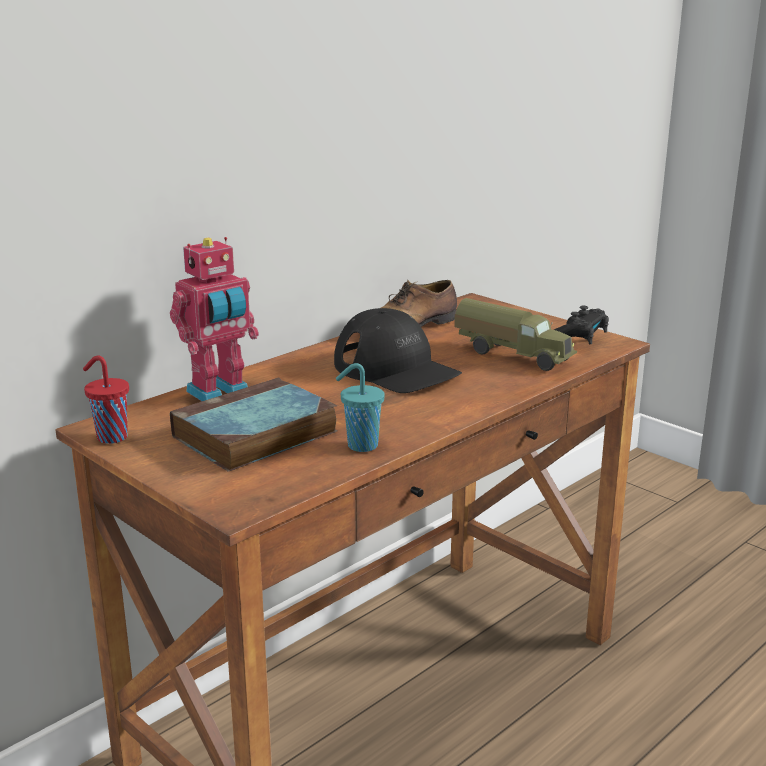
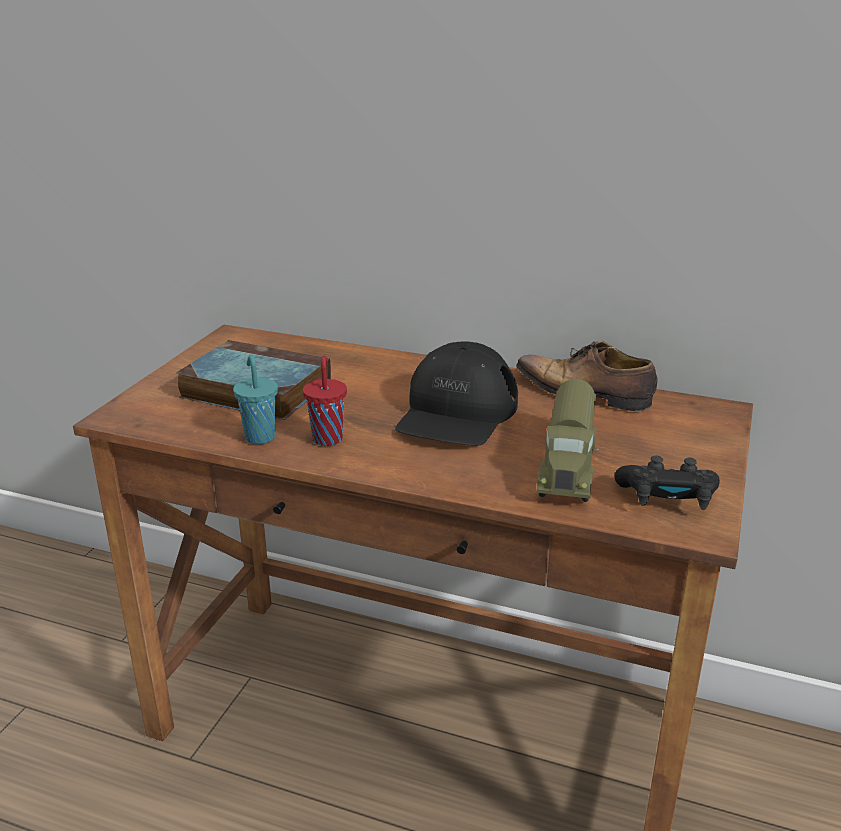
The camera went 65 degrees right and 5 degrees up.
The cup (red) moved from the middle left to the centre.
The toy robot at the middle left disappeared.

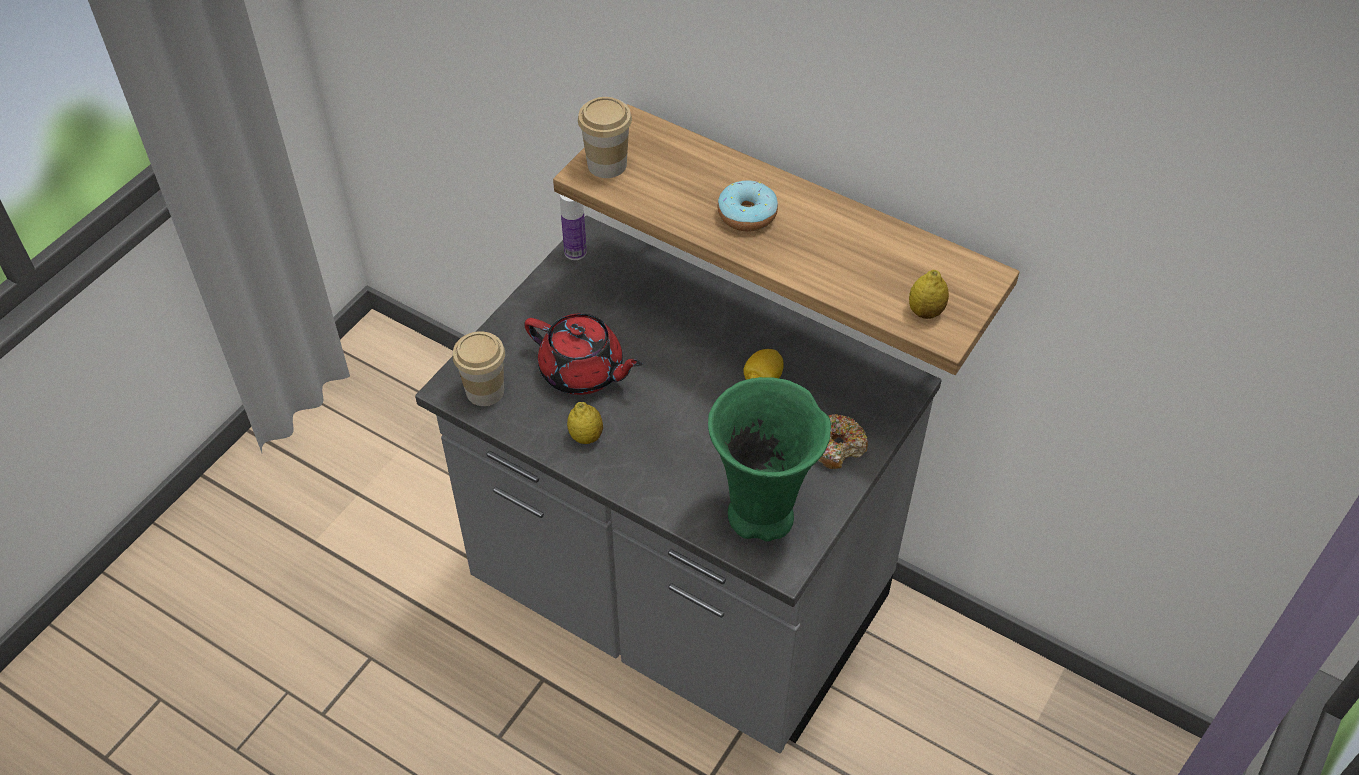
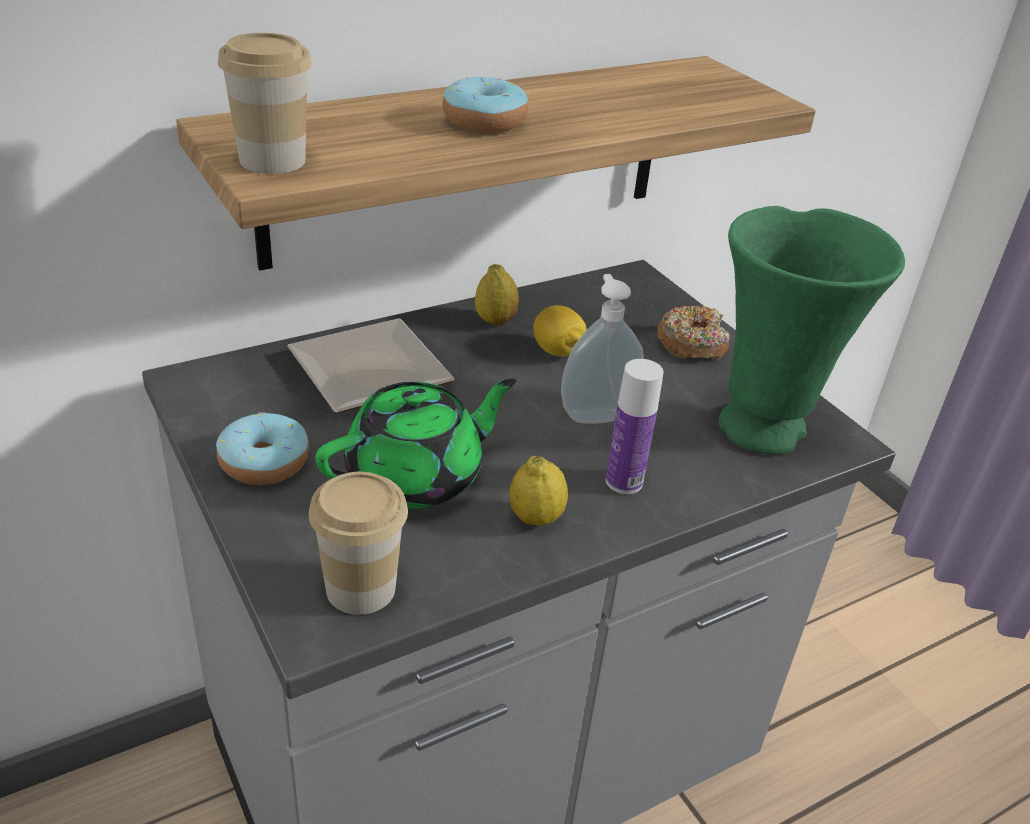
The camera went 65 degrees left and 15 degrees down.
The donut (no. 1 from left) at the middle left appeared.
The plate at the centre appeared.
The teapot (red) at the centre became the teapot (green) at the centre.
The lemon (no. 3 from left in the first image) moved from the middle right to the centre.
The soap dispenser at the centre appeared.
The bottle moved from the top centre to the centre.

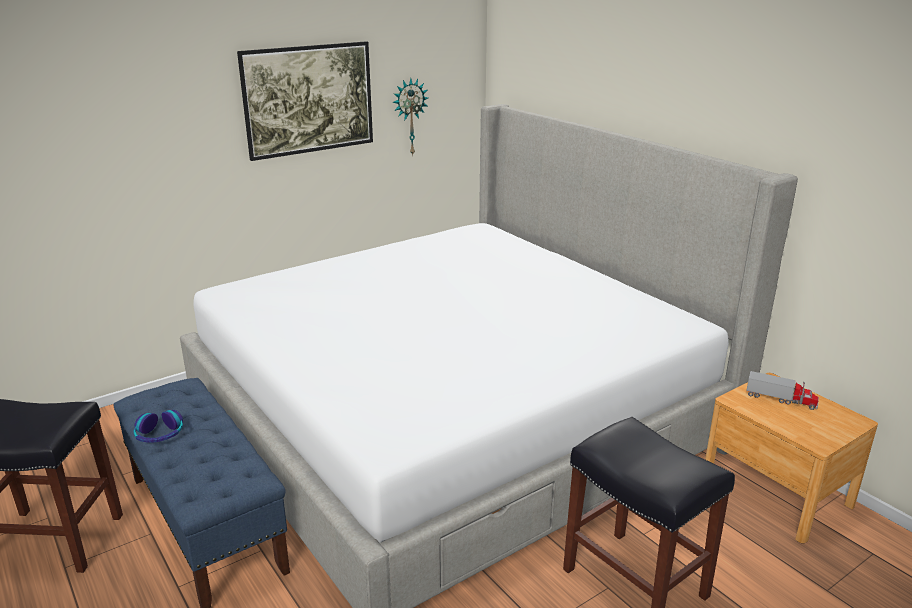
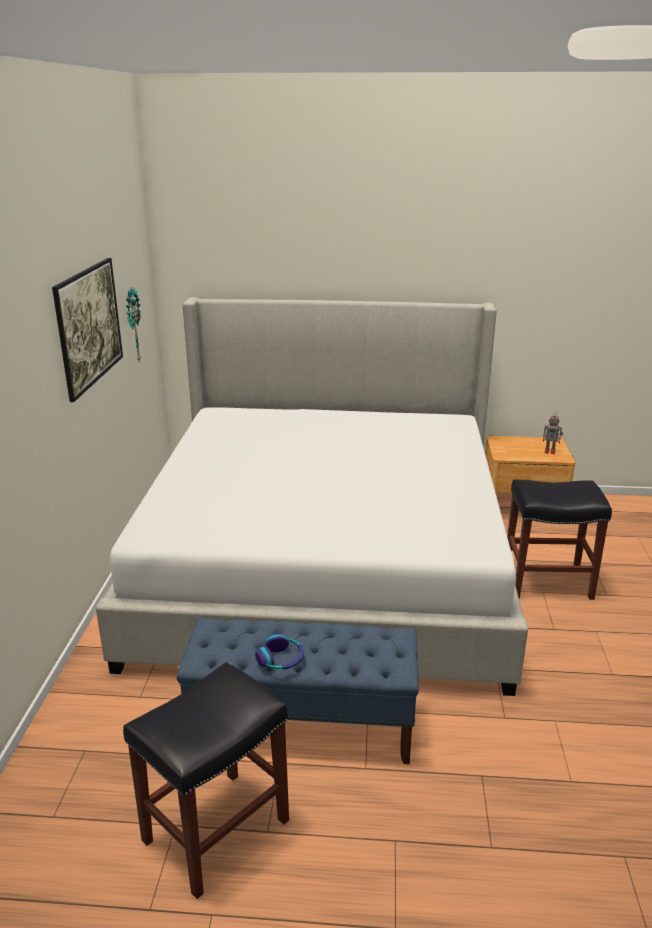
The camera went 50 degrees left and 0 degrees up.
The toy robot at the middle right appeared.
The toy truck at the middle right disappeared.

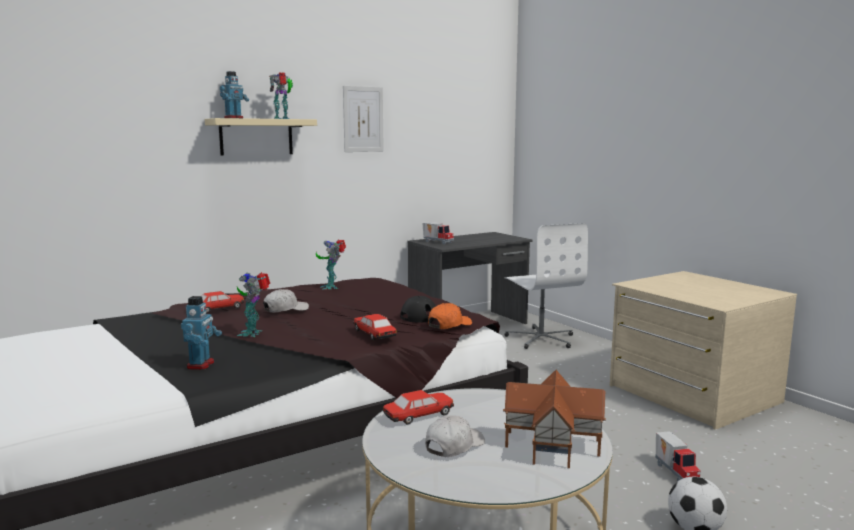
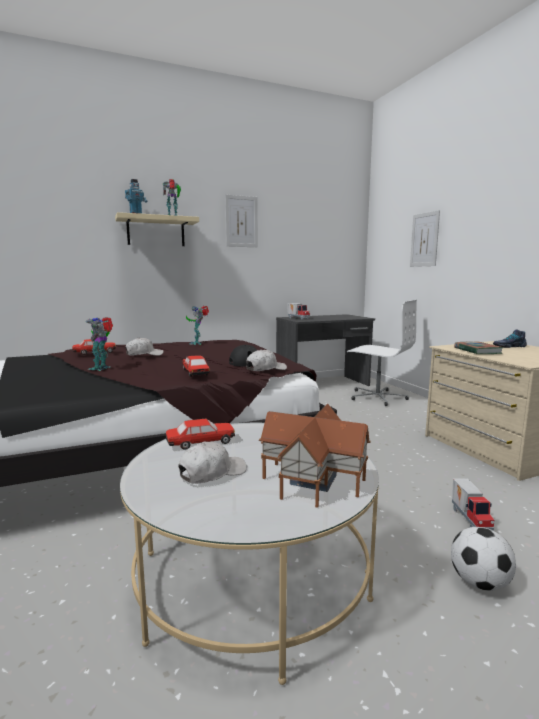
The camera went 10 degrees right and 0 degrees up.
The cap (orange) at the centre became the cap (white) (no. 3 from left) at the centre.
The office chair (white) at the centre turned 45 degrees counterclockwise.
The picture (no. 2 from left) at the top right appeared.
The book at the middle right appeared.
The shoe at the middle right appeared.
The toy robot (no. 1 from left) at the middle left disappeared.

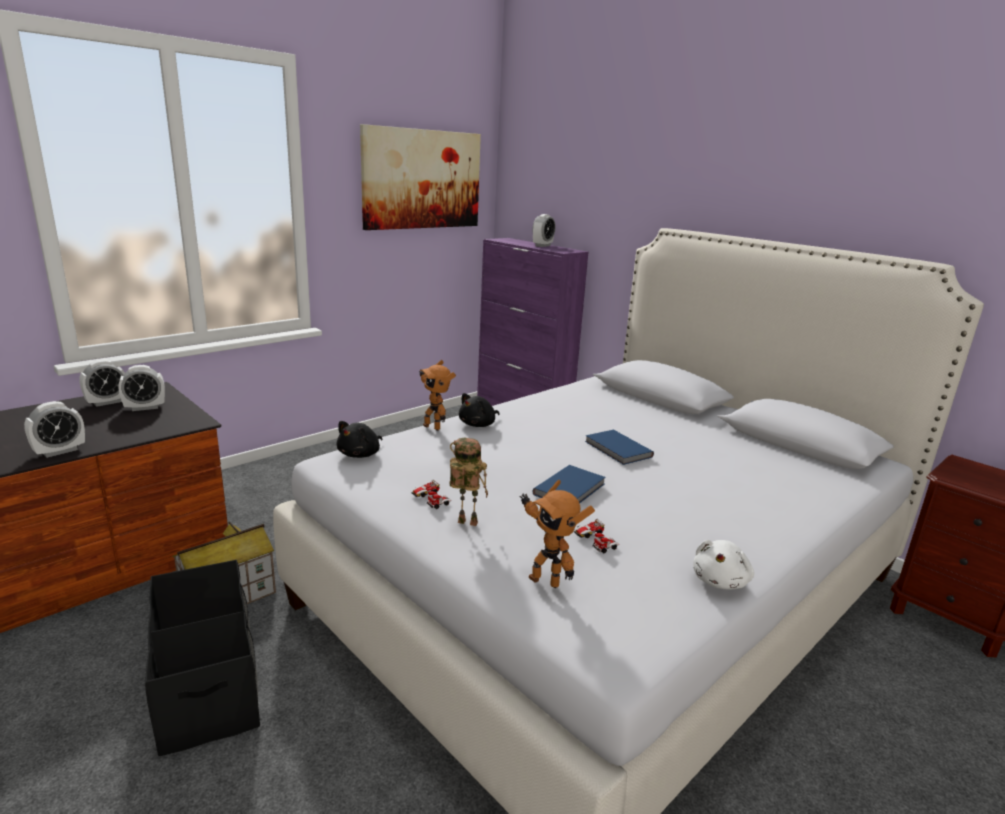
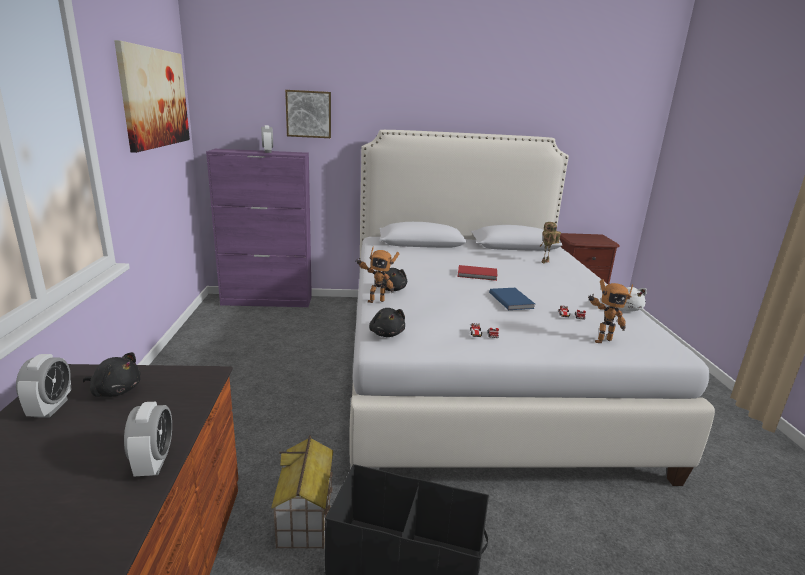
The camera went 50 degrees left and 0 degrees up.
The alarm clock (no. 3 from left) at the middle left was replaced by the plush toy (black) (no. 1 from left) at the middle left.
The picture (no. 2 from left) at the top centre appeared.
The book (blue) (no. 2 from left) at the centre became the book (red) at the centre.
The toy robot (no. 2 from left) moved from the centre to the middle right.

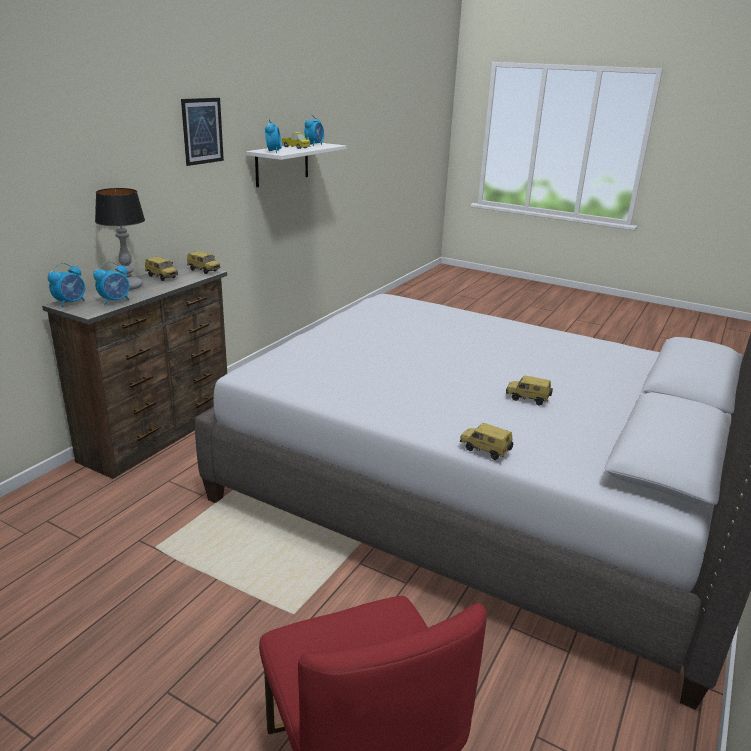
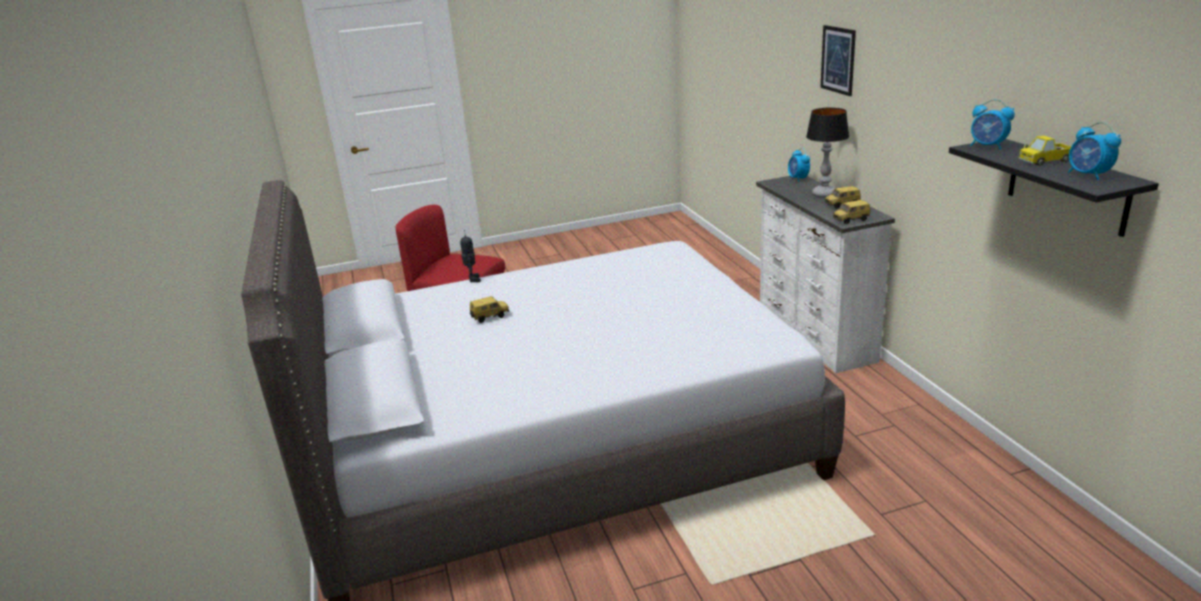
The camera went 135 degrees right and 0 degrees up.
The toy car (no. 3 from left) at the centre was replaced by the toy robot at the centre.
The dresser (brown) at the middle left became the dresser (white) at the middle right.
The picture moved from the top left to the top right.
The shelf (white) at the top centre became the shelf (black) at the top right.
The alarm clock (no. 2 from left) at the middle left disappeared.

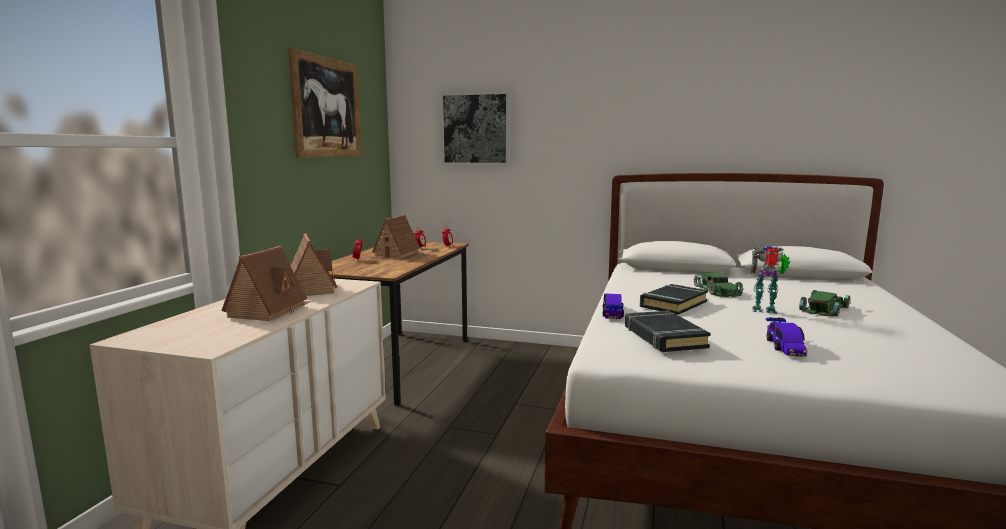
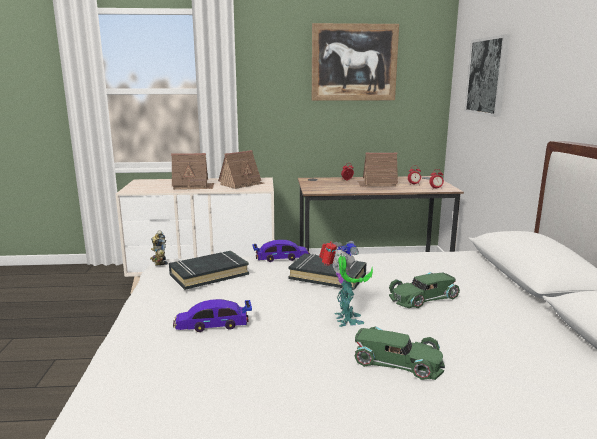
The camera went 70 degrees right and 5 degrees up.
The toy robot (no. 1 from left) at the middle left appeared.

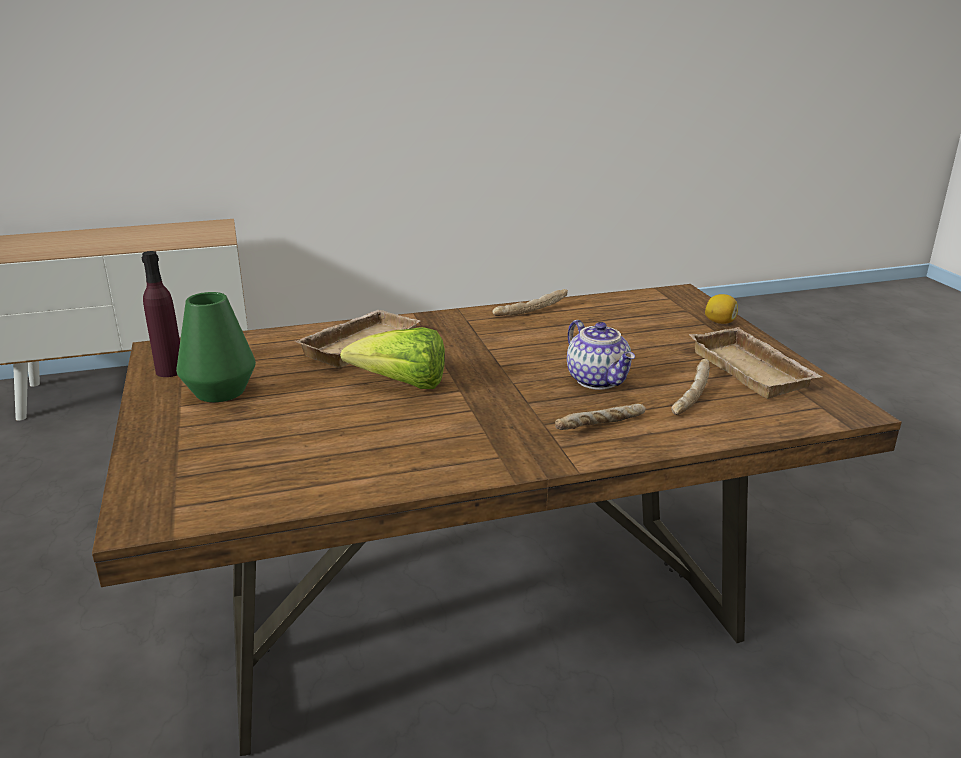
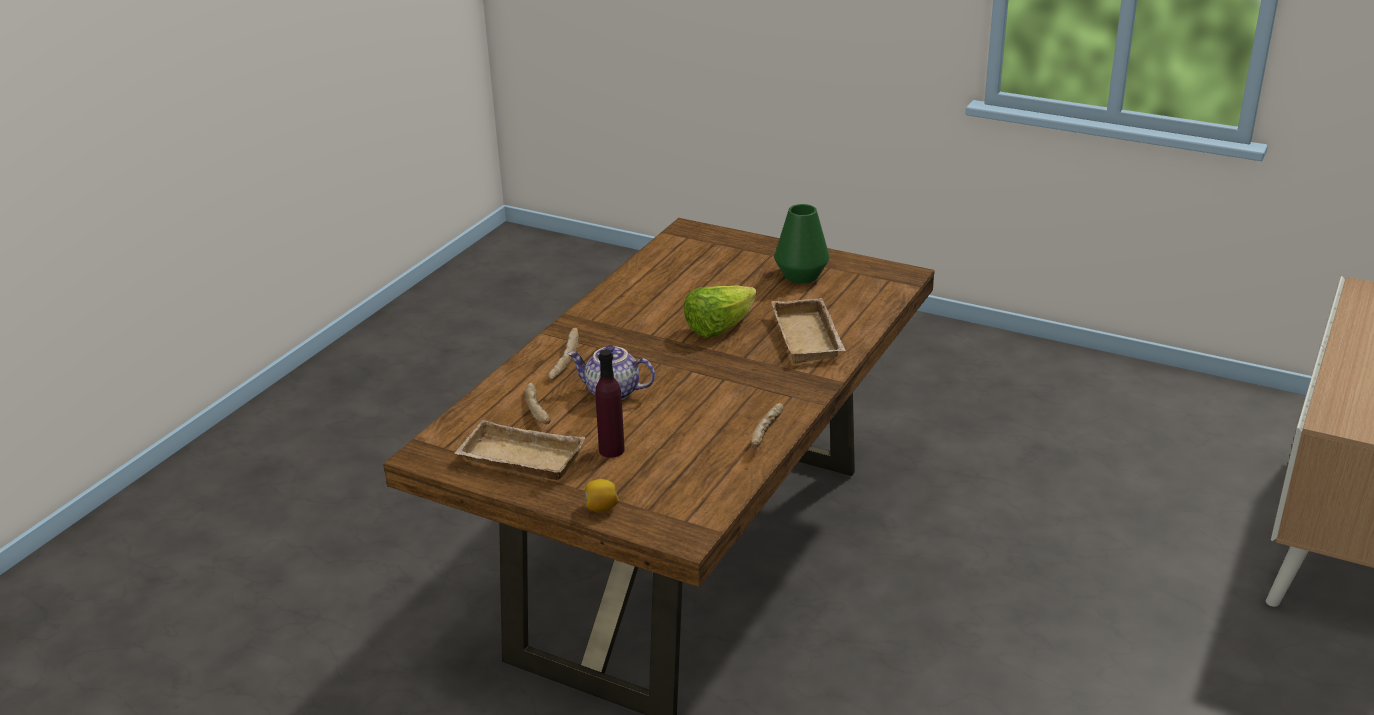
The camera went 135 degrees right and 5 degrees up.
The bottle (purple) moved from the middle left to the centre.

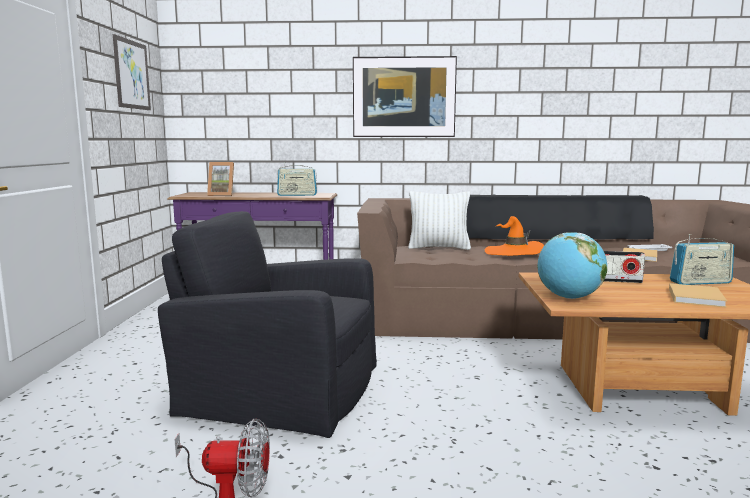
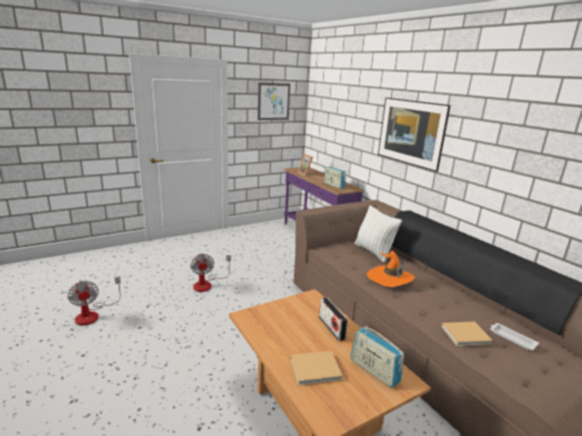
The camera went 55 degrees right and 10 degrees up.
The armchair (black) at the centre was replaced by the fan (no. 2 from left) at the centre.
The globe at the middle right disappeared.

